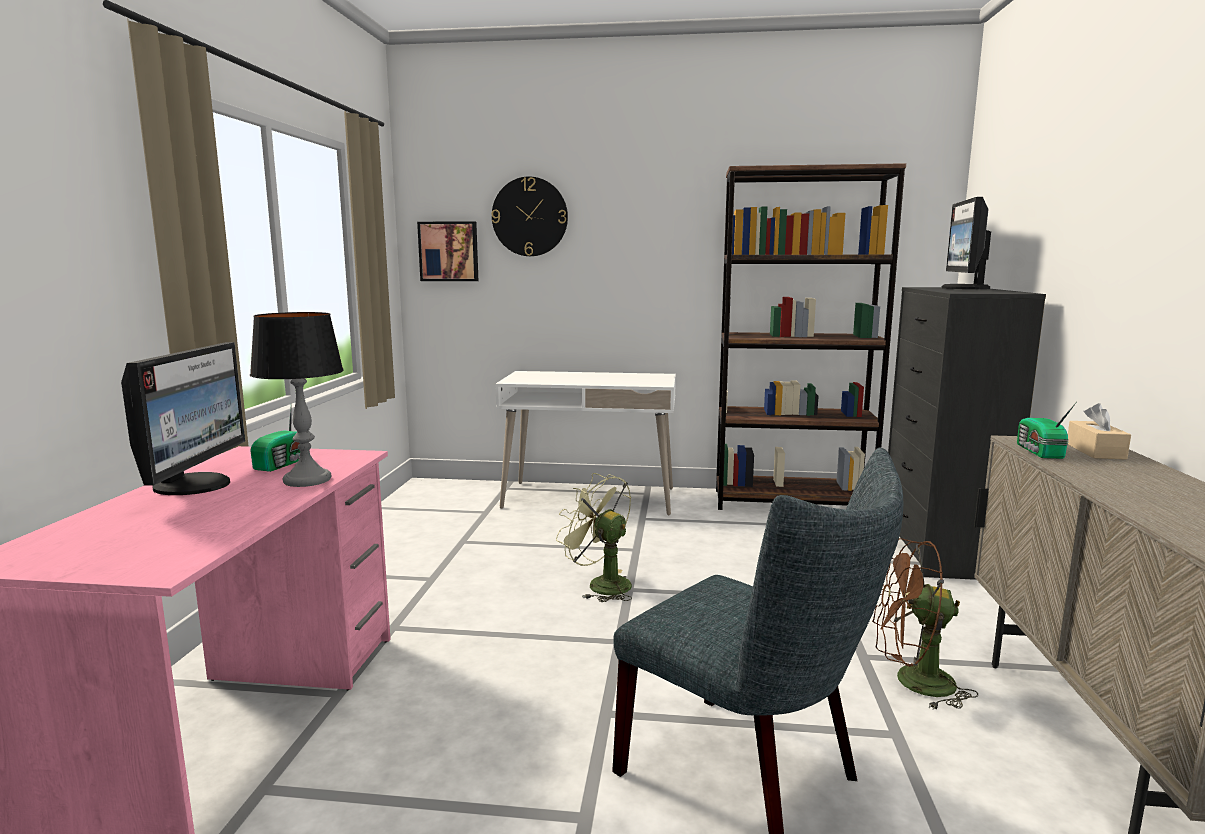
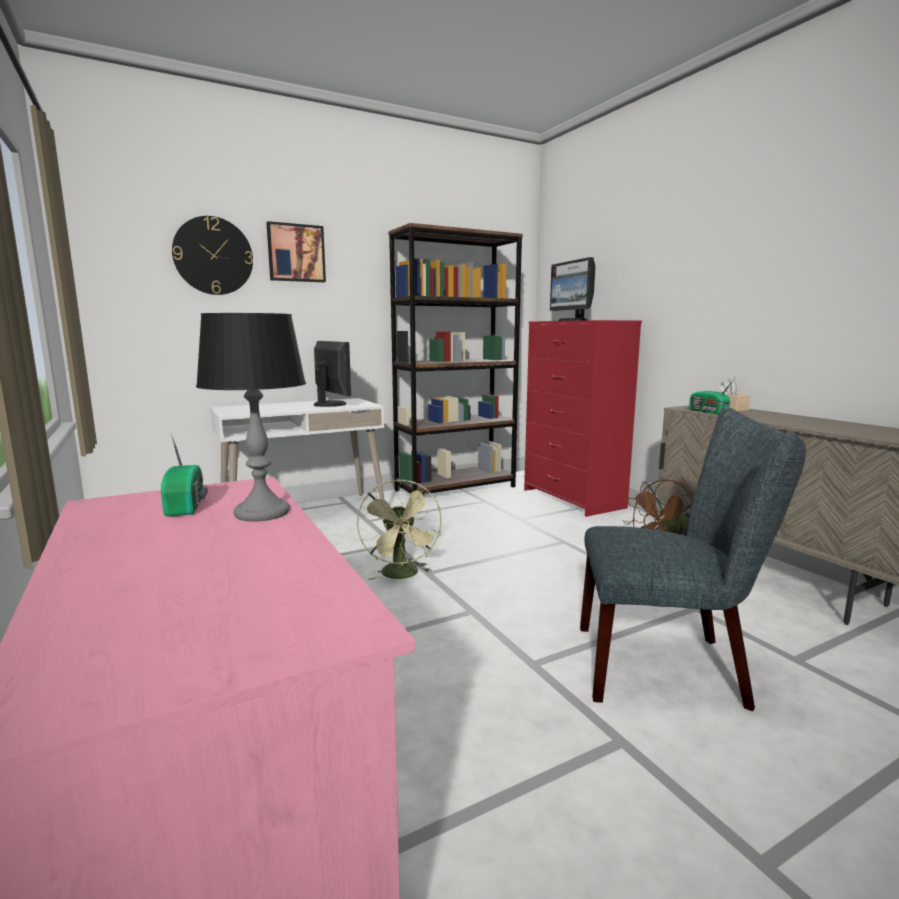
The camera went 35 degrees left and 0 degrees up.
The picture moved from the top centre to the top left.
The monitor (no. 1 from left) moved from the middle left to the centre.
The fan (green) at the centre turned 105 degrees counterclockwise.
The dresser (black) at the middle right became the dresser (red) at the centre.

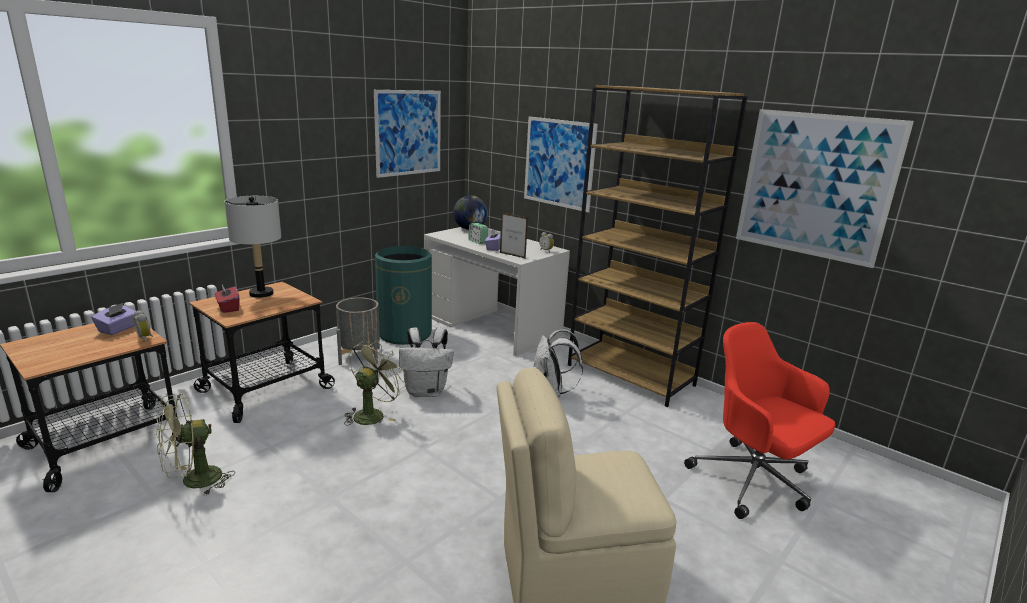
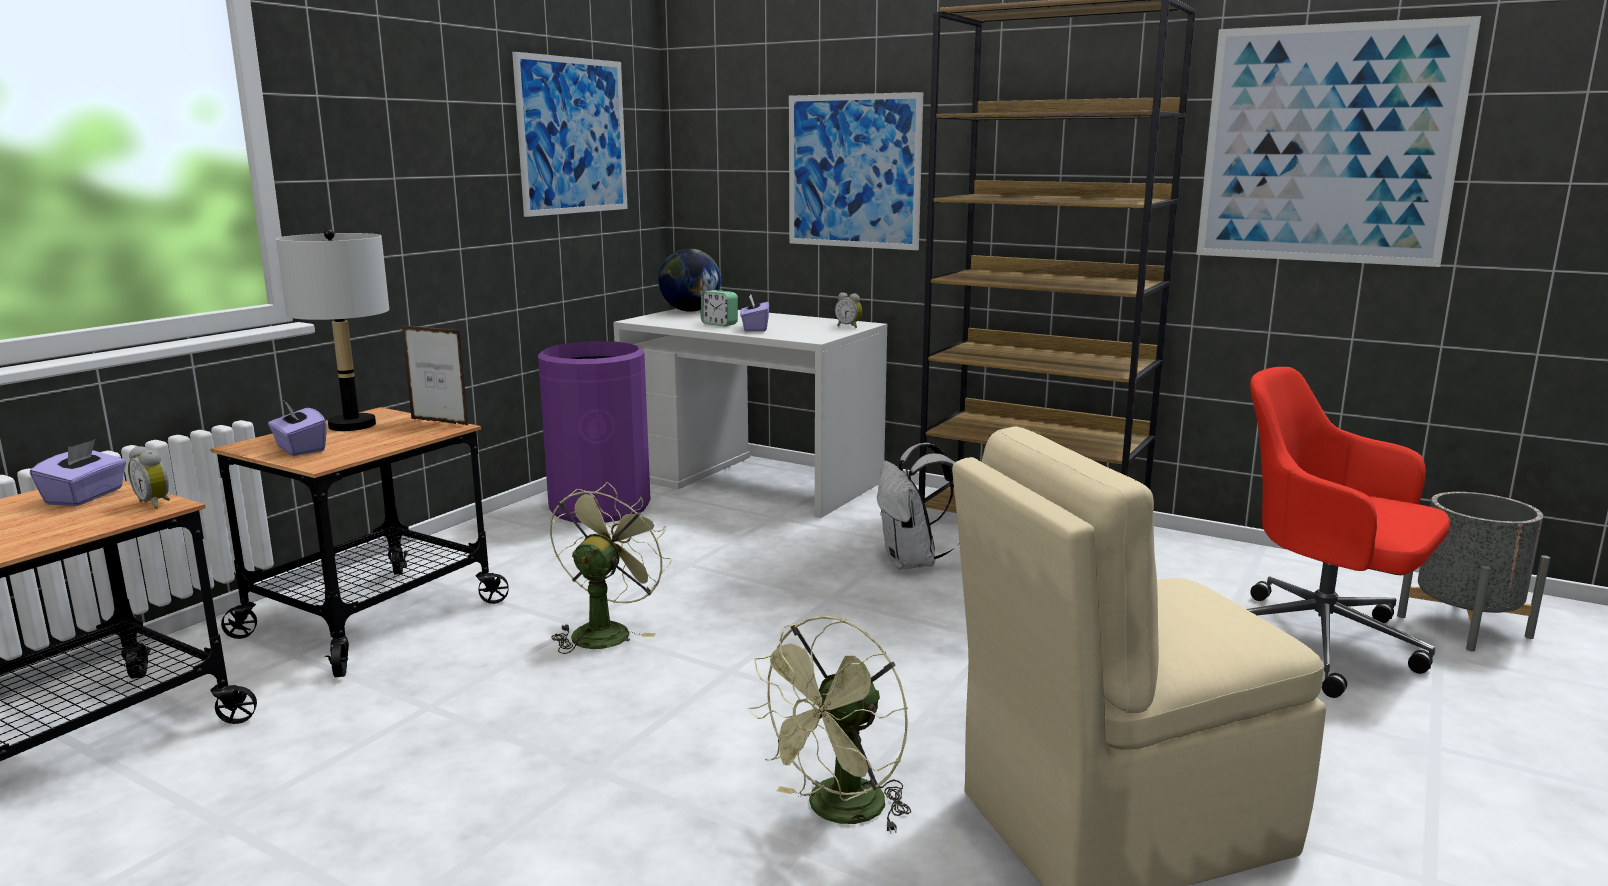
The camera went 10 degrees left and 5 degrees down.
The tissue box (red) at the middle left became the tissue box (purple) (no. 2 from left) at the middle left.
The picture frame moved from the centre to the middle left.
The trash can (green) at the centre became the trash can (purple) at the centre.
The fan (green) (no. 1 from left in the first image) moved from the bottom left to the bottom centre.
The planter (grey) moved from the centre to the middle right.
The backpack (white) (no. 1 from left) at the centre disappeared.

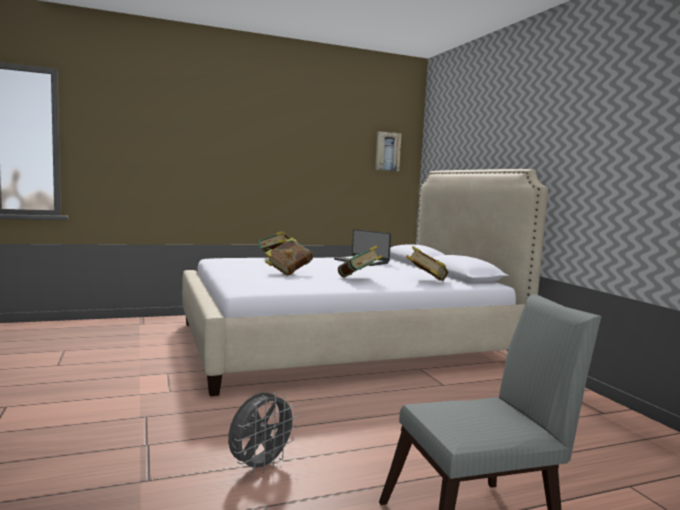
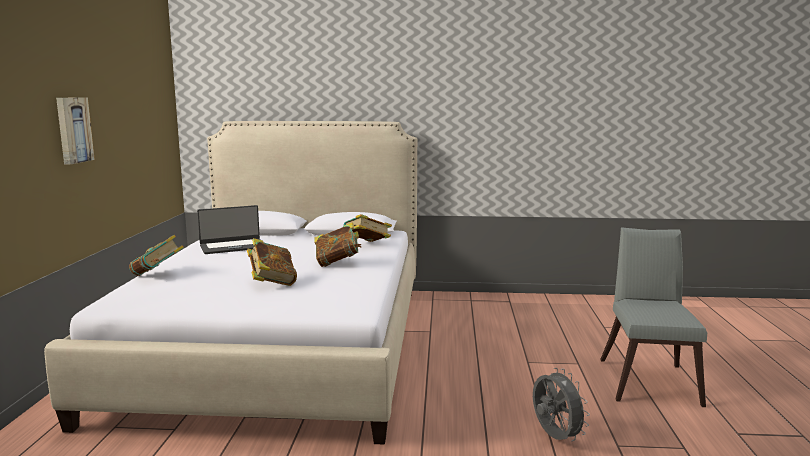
The camera went 65 degrees left and 5 degrees up.
The picture moved from the top centre to the top left.

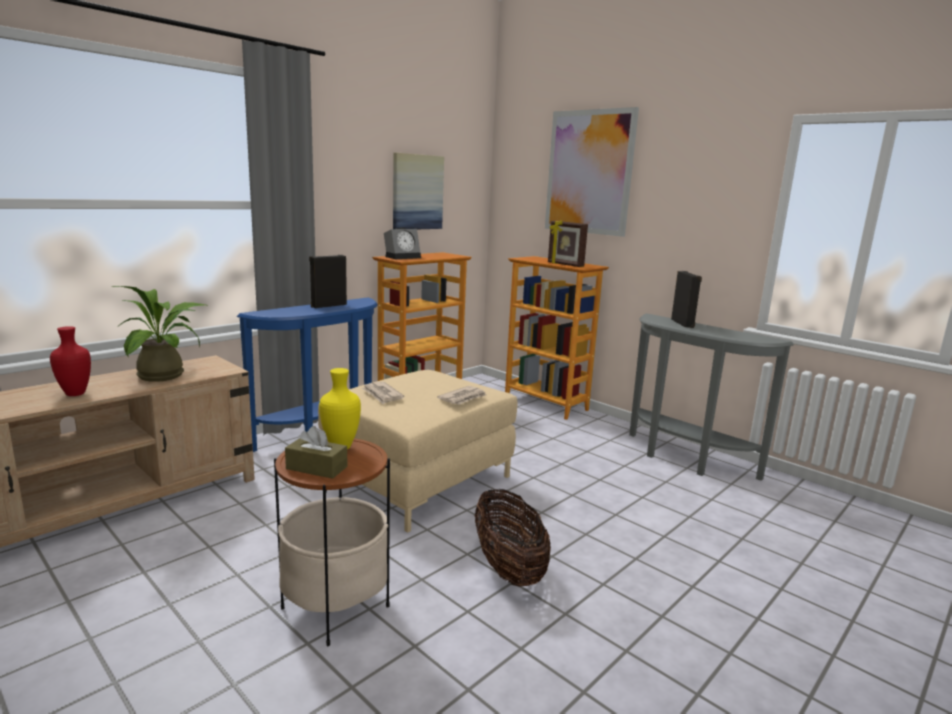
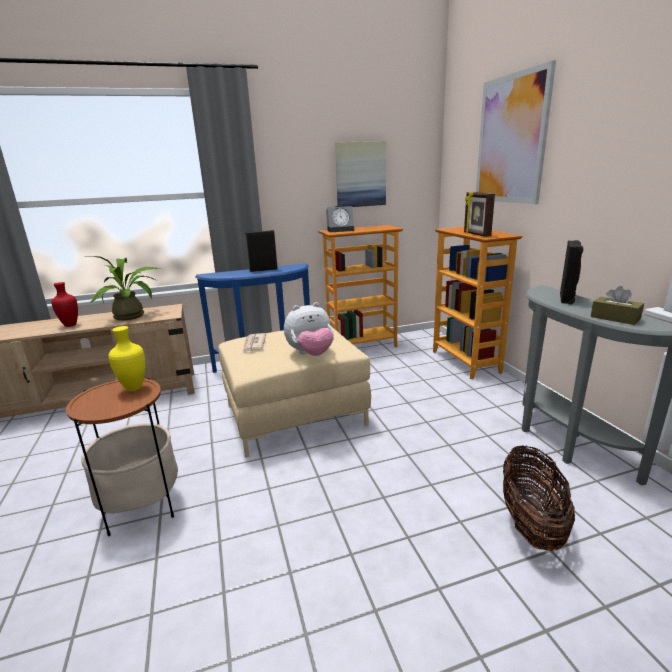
The camera went 30 degrees right and 5 degrees up.
The newspaper (no. 2 from left) at the centre was replaced by the plush toy at the centre.
The basket moved from the bottom centre to the bottom right.
The tissue box (brown) moved from the middle left to the middle right.

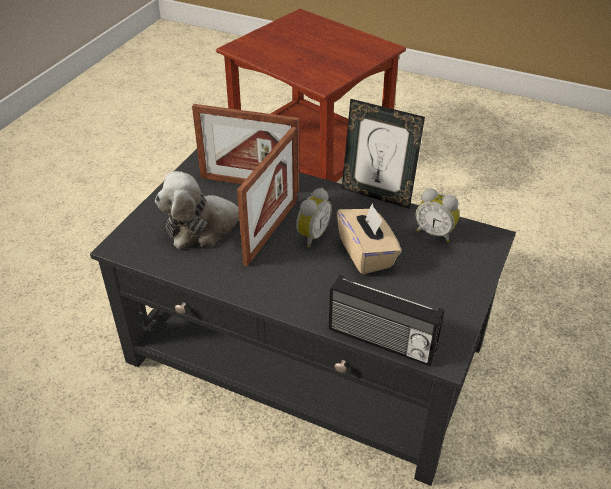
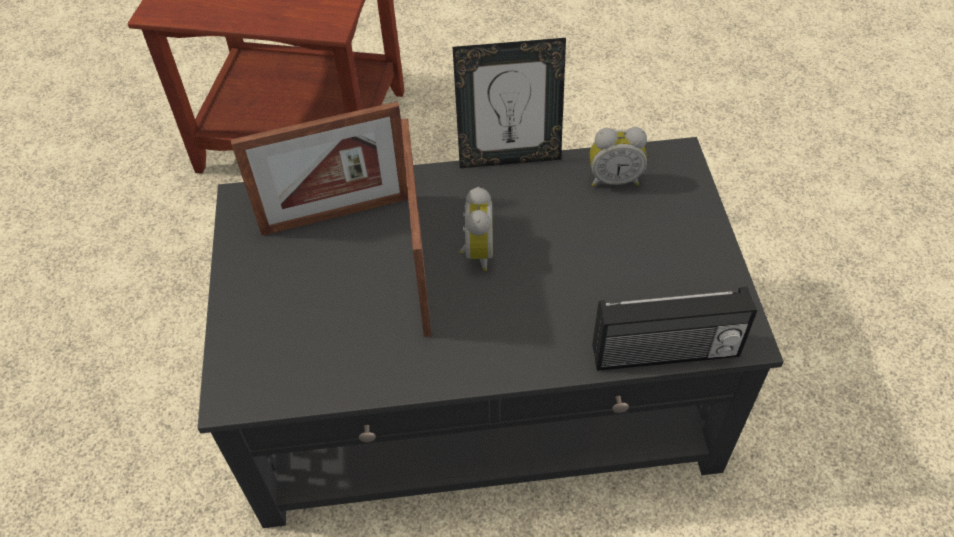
The camera went 30 degrees left and 10 degrees up.
The plush toy at the middle left disappeared.
The tissue box (beige) at the centre disappeared.

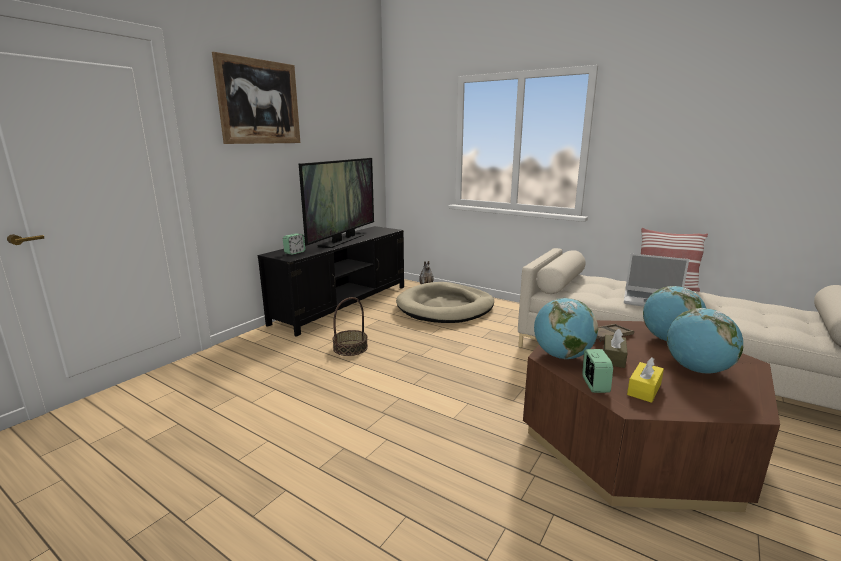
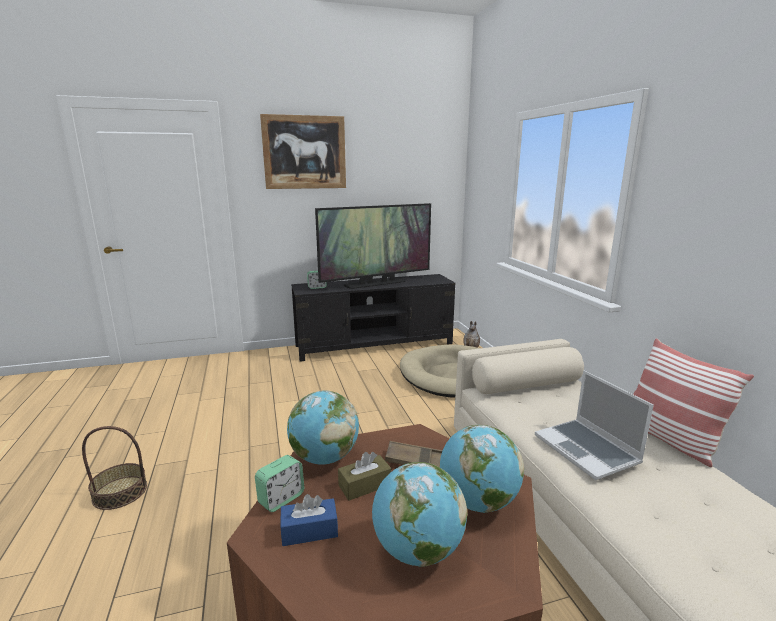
The camera went 40 degrees right and 0 degrees up.
The basket moved from the centre to the bottom left.
The tissue box (yellow) at the bottom right became the tissue box (blue) at the bottom centre.

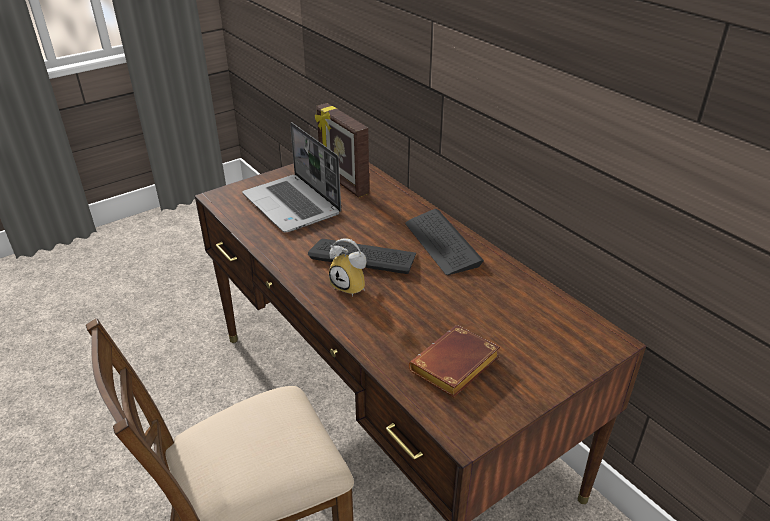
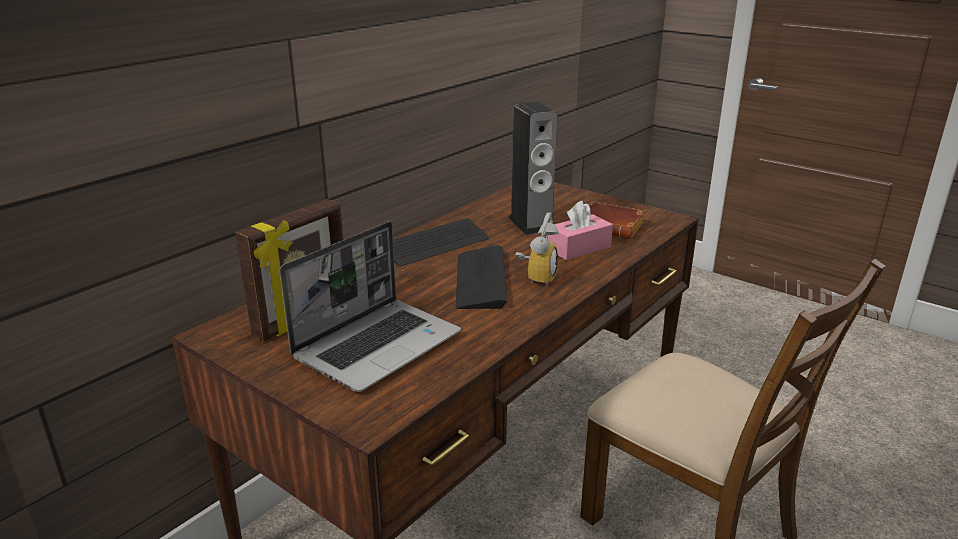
The camera went 105 degrees left and 10 degrees down.
The speaker at the top centre appeared.
The tissue box (pink) at the centre appeared.

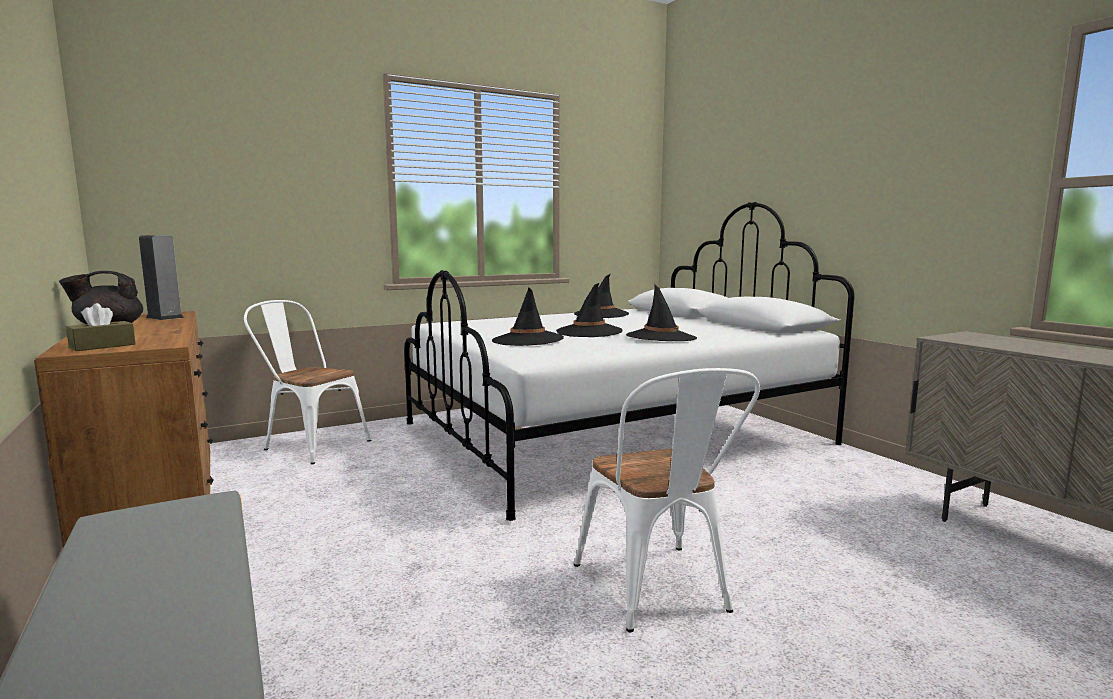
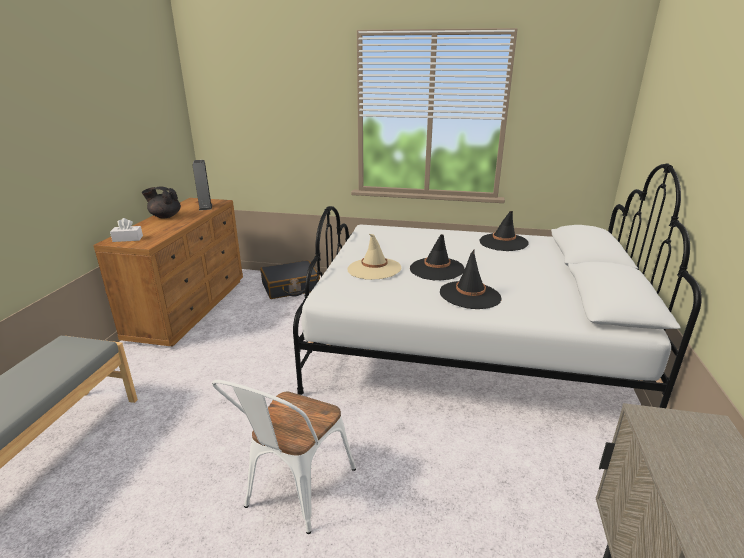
The camera went 40 degrees right and 15 degrees up.
The tissue box (brown) at the middle left became the tissue box (white) at the middle left.
The chair (white) (no. 1 from left) at the middle left was replaced by the suitcase (black) at the centre.
The hat (black) (no. 1 from left) at the centre became the hat (beige) at the centre.

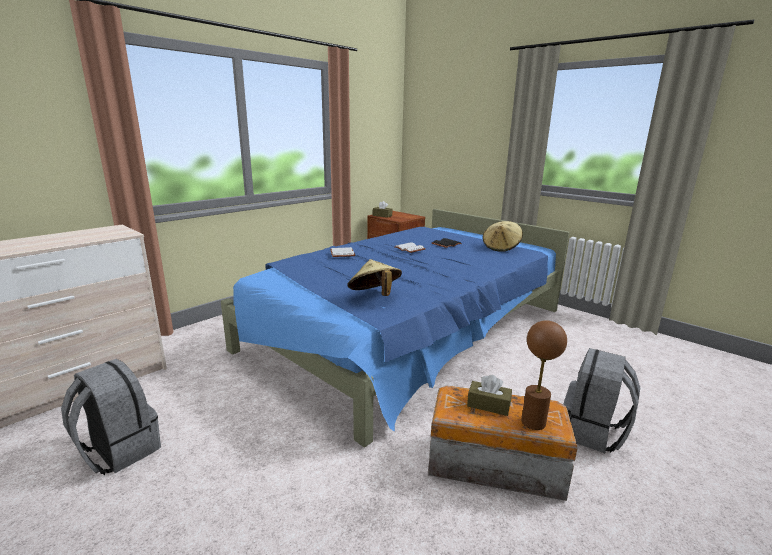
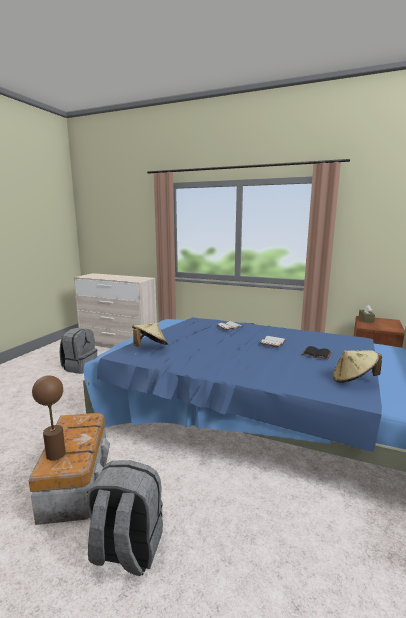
The camera went 70 degrees right and 5 degrees down.
The tissue box (brown) (no. 2 from left) at the bottom centre disappeared.

